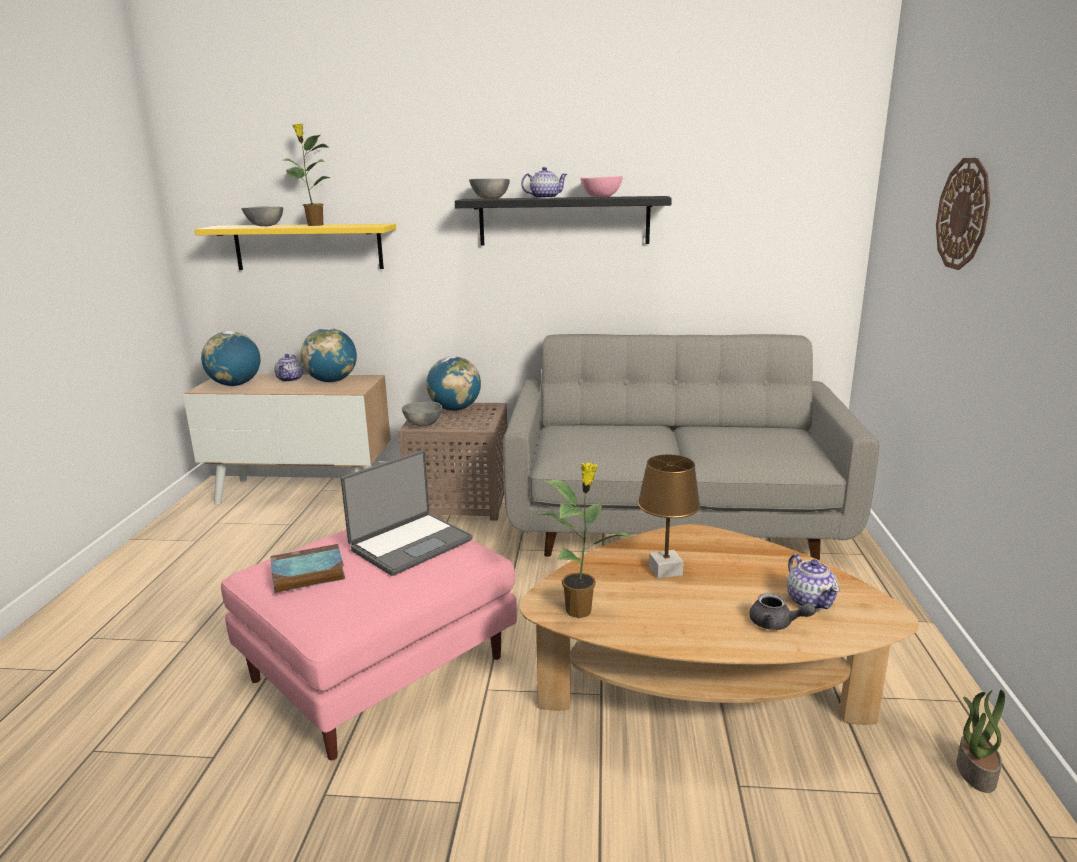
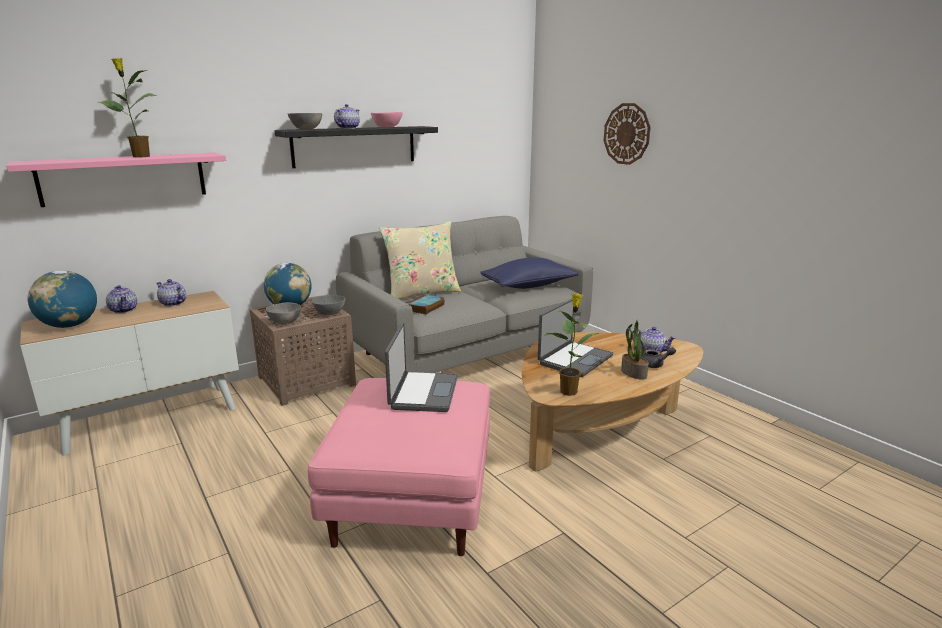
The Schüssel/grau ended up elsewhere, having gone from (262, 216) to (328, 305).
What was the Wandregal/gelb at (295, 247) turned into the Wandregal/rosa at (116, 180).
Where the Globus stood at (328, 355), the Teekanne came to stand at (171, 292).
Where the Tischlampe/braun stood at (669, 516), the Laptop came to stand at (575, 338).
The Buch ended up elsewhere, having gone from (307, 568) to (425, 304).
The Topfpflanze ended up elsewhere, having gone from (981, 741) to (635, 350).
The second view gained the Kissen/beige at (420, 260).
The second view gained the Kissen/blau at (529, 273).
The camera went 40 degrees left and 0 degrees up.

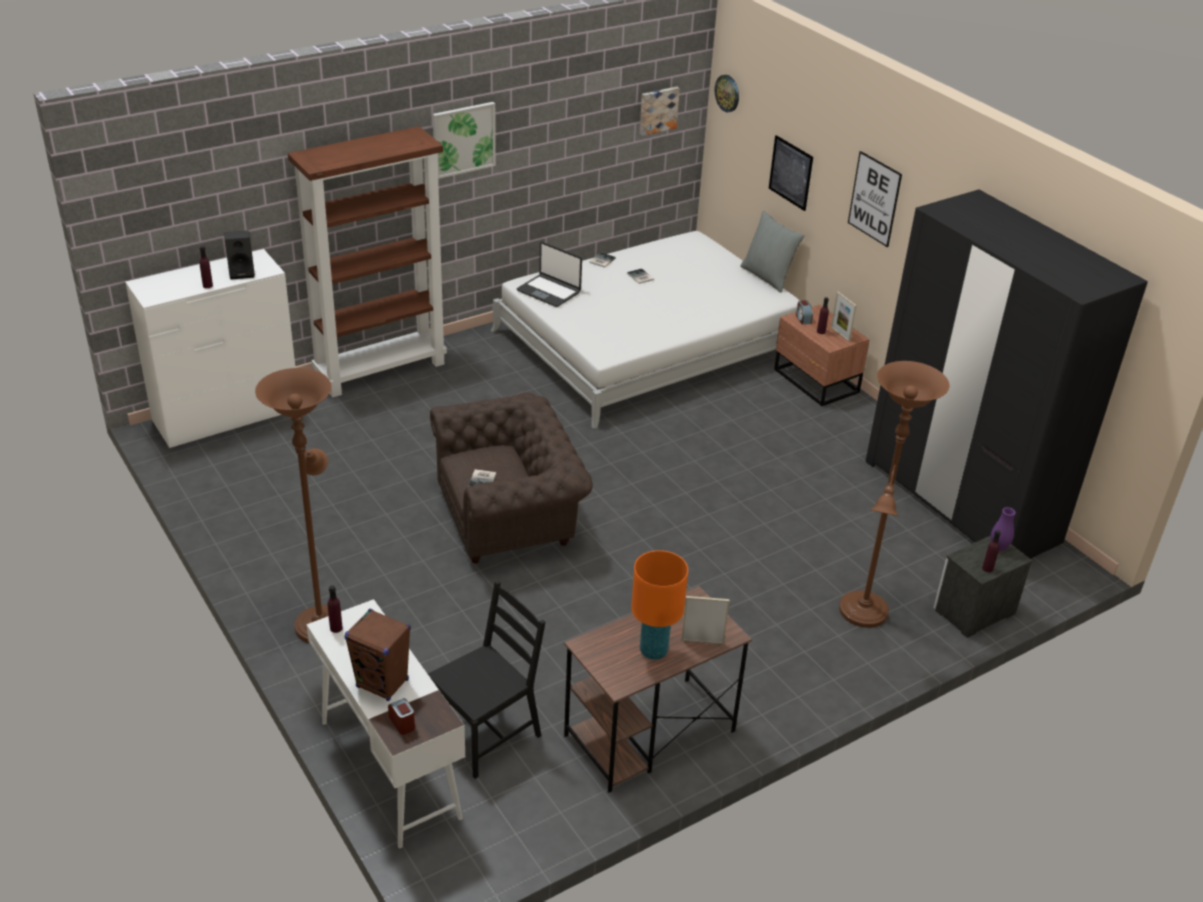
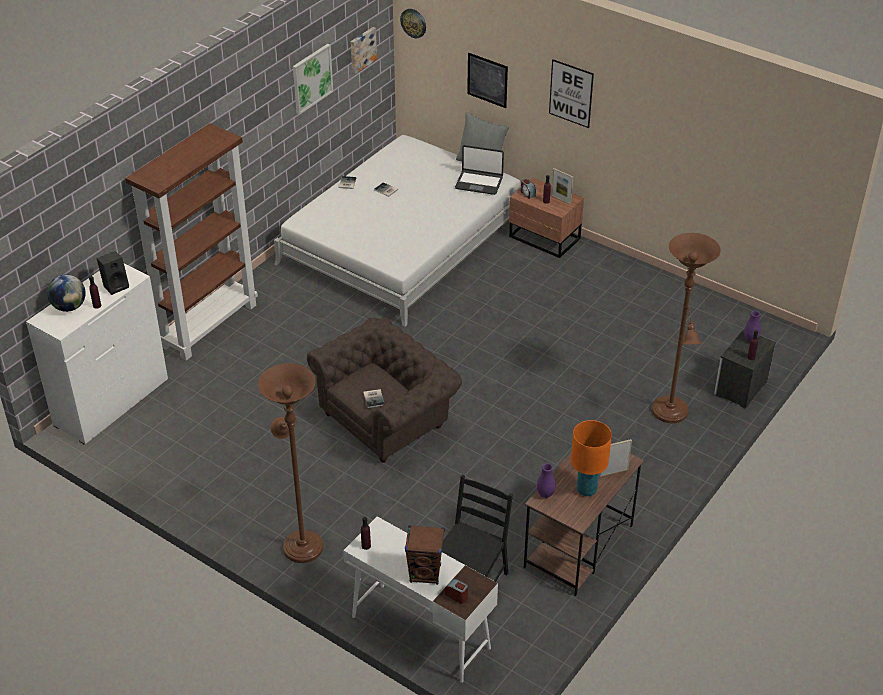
The Bild ended up elsewhere, having gone from (464, 140) to (313, 79).
The second view lost the Kleiderschrank/schwarz at (1007, 374).
The Laptop ended up elsewhere, having gone from (549, 274) to (479, 170).
The second view gained the Globus at (66, 293).
The second view gained the Vase/lila at (546, 480).
The camera went 20 degrees left and 5 degrees up.

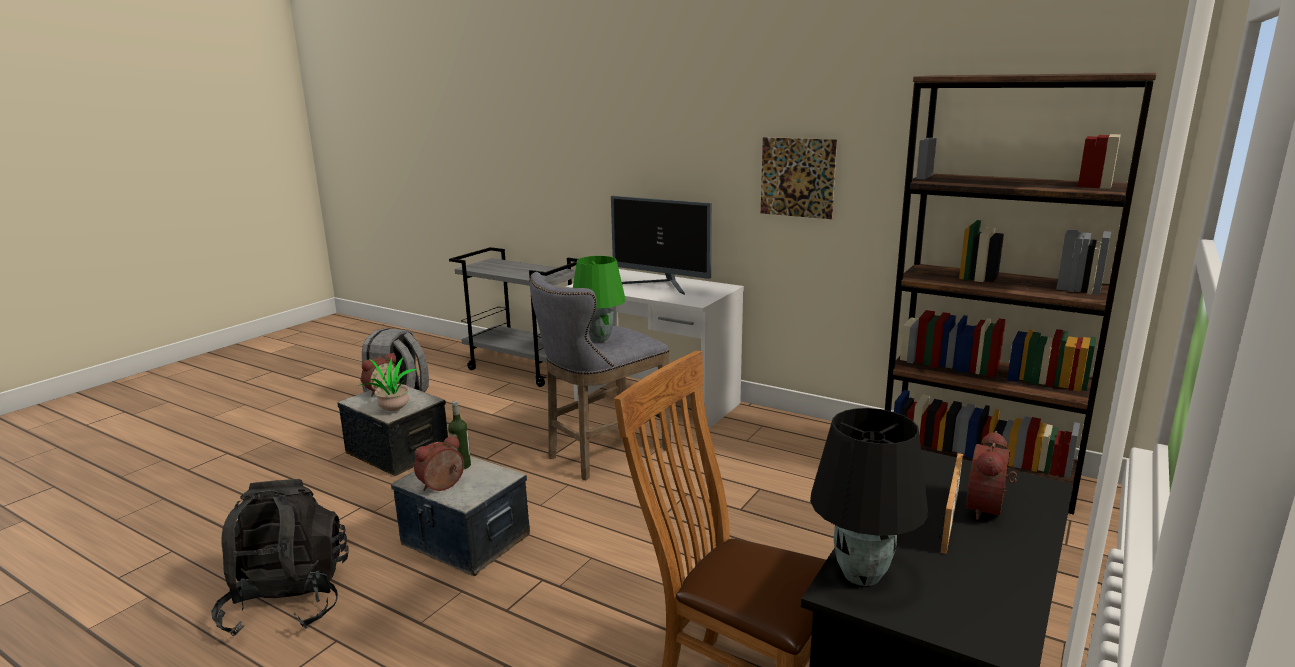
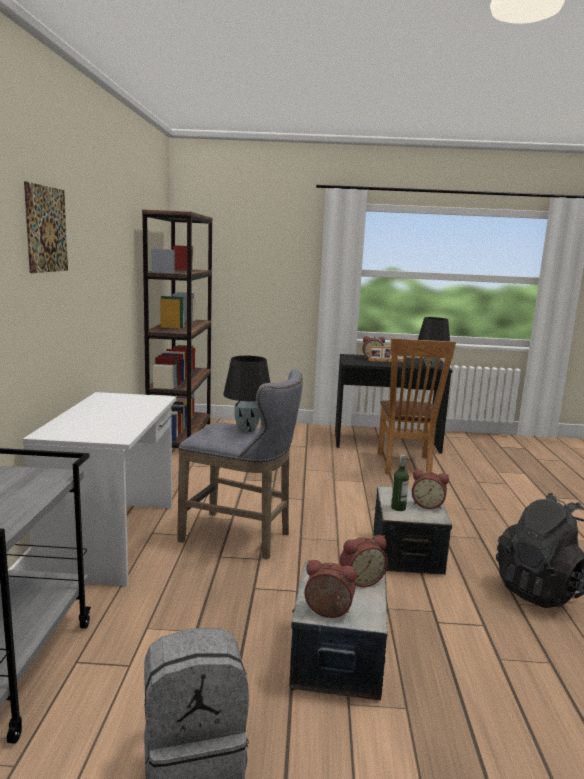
The Bild ended up elsewhere, having gone from (799, 178) to (46, 227).
The second view lost the Monitor at (661, 245).
What was the Tischlampe/grün at (599, 299) turned into the Tischlampe/schwarz at (246, 394).
Where the Topfpflanze stood at (388, 384), the Wecker came to stand at (364, 561).
The camera went 120 degrees left and 5 degrees down.

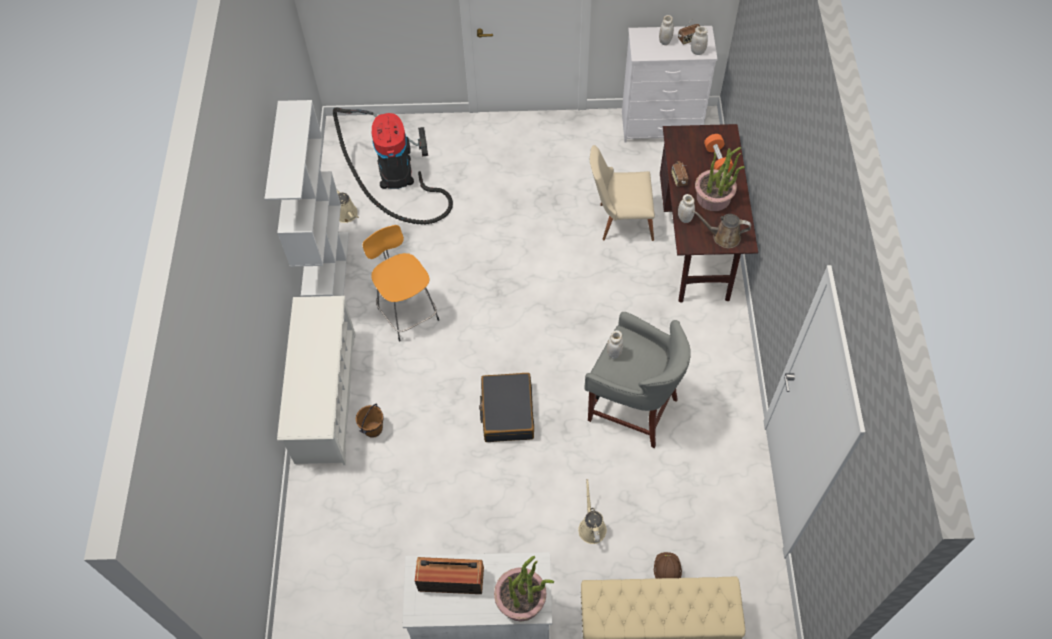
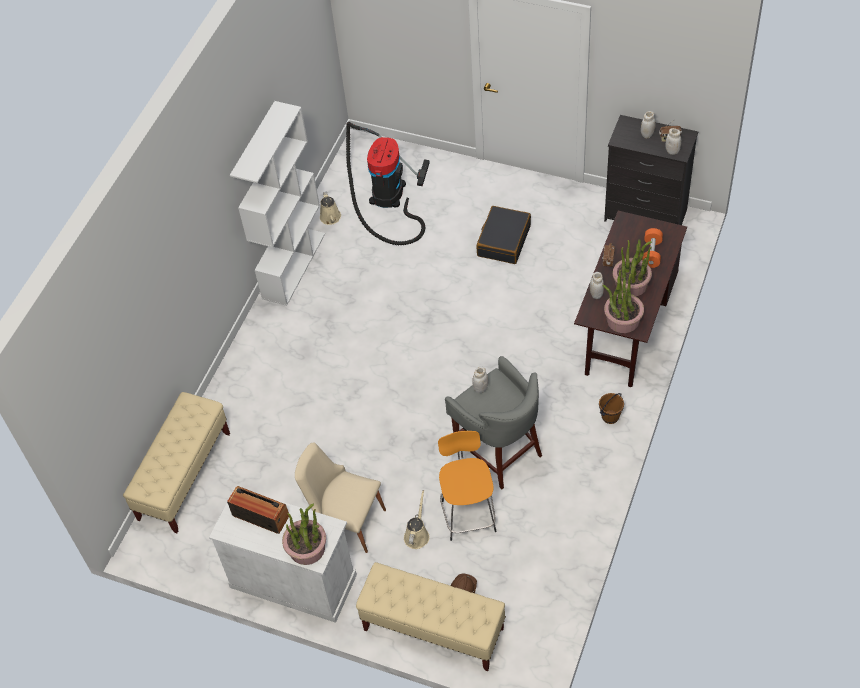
What was the Kommode/weiß at (669, 84) turned into the Kommode/schwarz at (651, 170).
The Stuhl/beige ended up elsewhere, having gone from (622, 193) to (340, 497).
Where the Gießkanne/braun stood at (721, 229), the Topfpflanze came to stand at (623, 301).
The Hocker/orange ended up elsewhere, having gone from (400, 283) to (467, 486).
The second view lost the Schuhregal/weiß at (316, 380).
The Koffer/schwarz ended up elsewhere, having gone from (506, 407) to (504, 235).
The Eimer/braun ended up elsewhere, having gone from (370, 421) to (611, 408).
The second view gained the Bank/beige at (176, 462).
The camera went 25 degrees right and 5 degrees down.

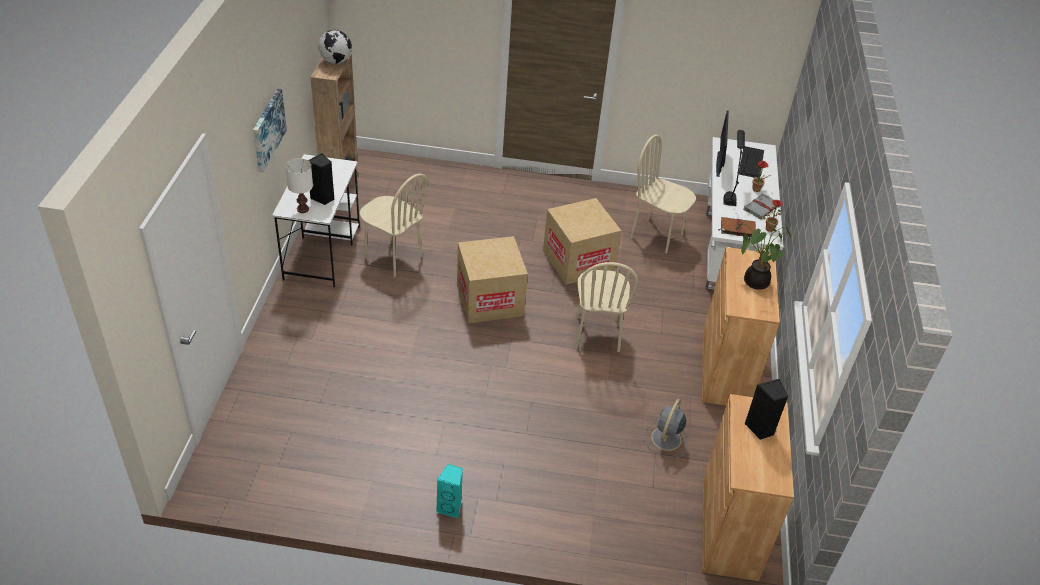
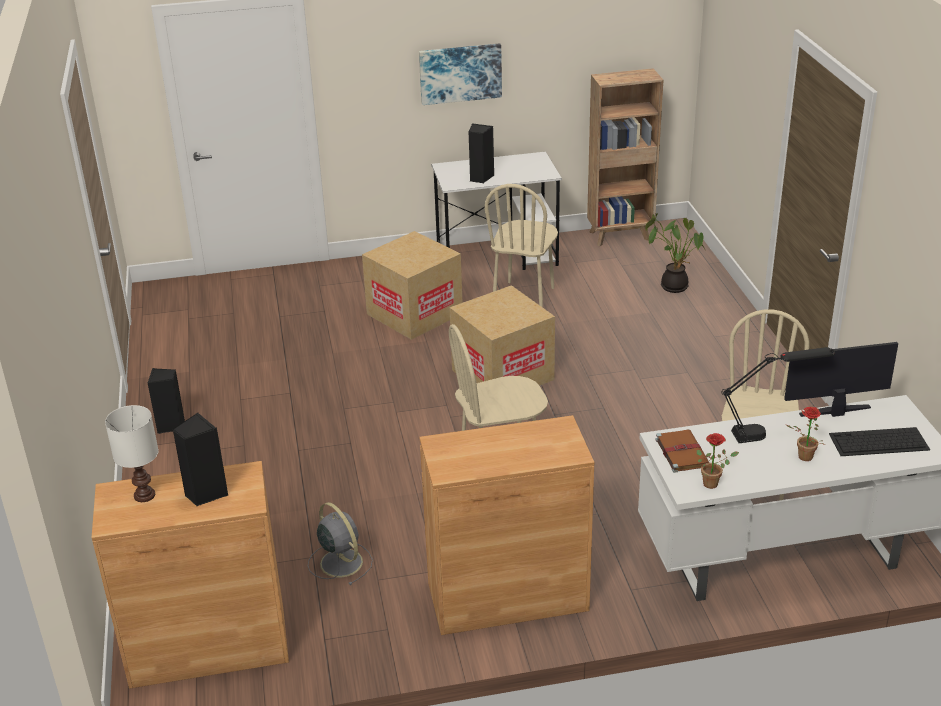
The second view lost the Globus at (335, 47).
The Tischlampe/weiß ended up elsewhere, having gone from (299, 185) to (132, 453).
The second view lost the Buch/grau at (759, 206).
The Karton ended up elsewhere, having gone from (582, 241) to (412, 285).
The Topfpflanze ended up elsewhere, having gone from (763, 255) to (675, 253).
The Ventilator/grau at (665, 428) ended up facing another way, 45 degrees clockwise from before.
What was the Lautsprecher/türkis at (450, 491) turned into the Lautsprecher/schwarz at (166, 401).
The camera went 75 degrees right and 10 degrees down.

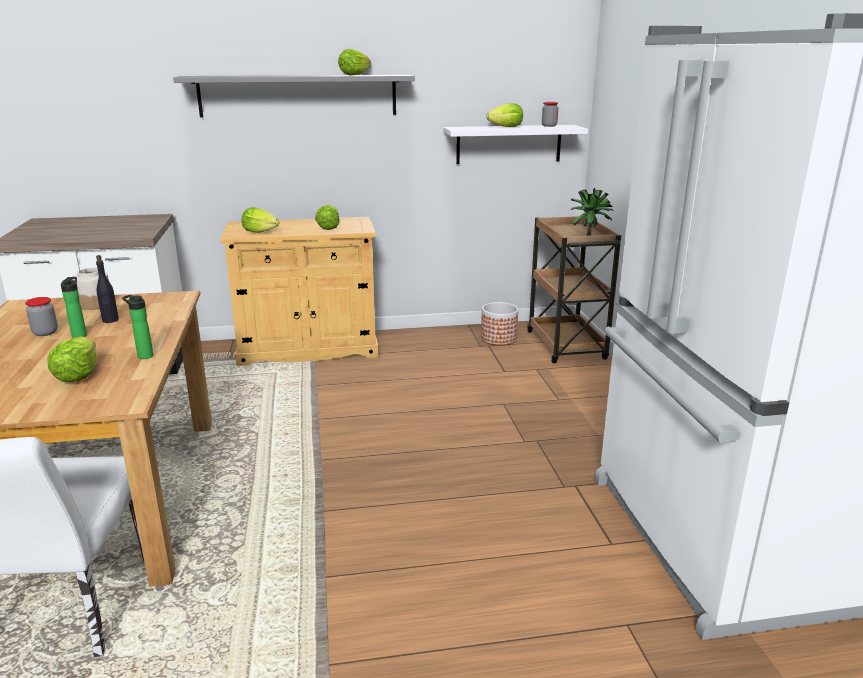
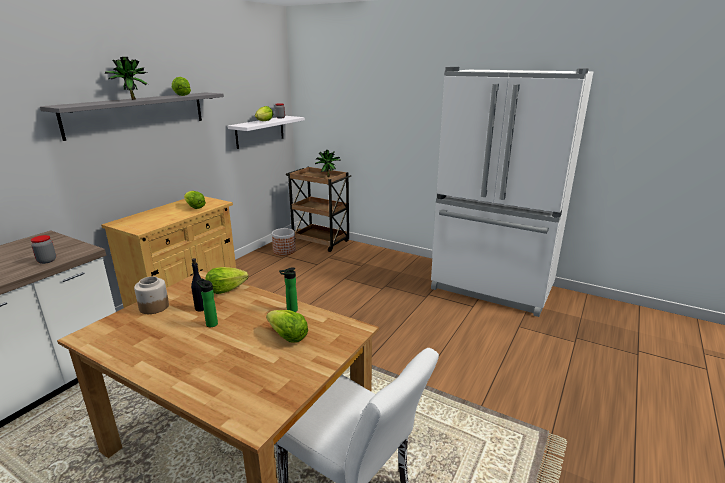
The Salatkopf ended up elsewhere, having gone from (260, 220) to (226, 280).
The Vorratsglas ended up elsewhere, having gone from (41, 316) to (43, 249).
The second view gained the Topfpflanze at (126, 78).
The camera went 50 degrees left and 0 degrees up.

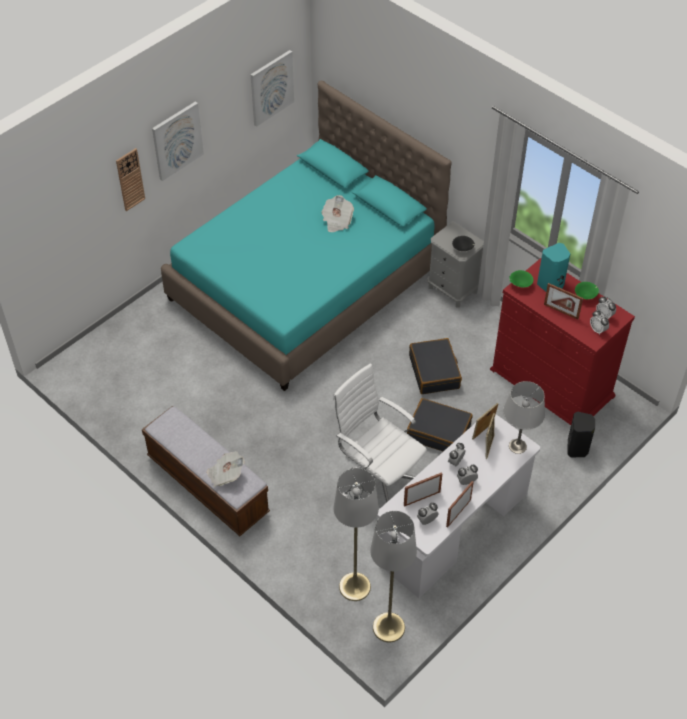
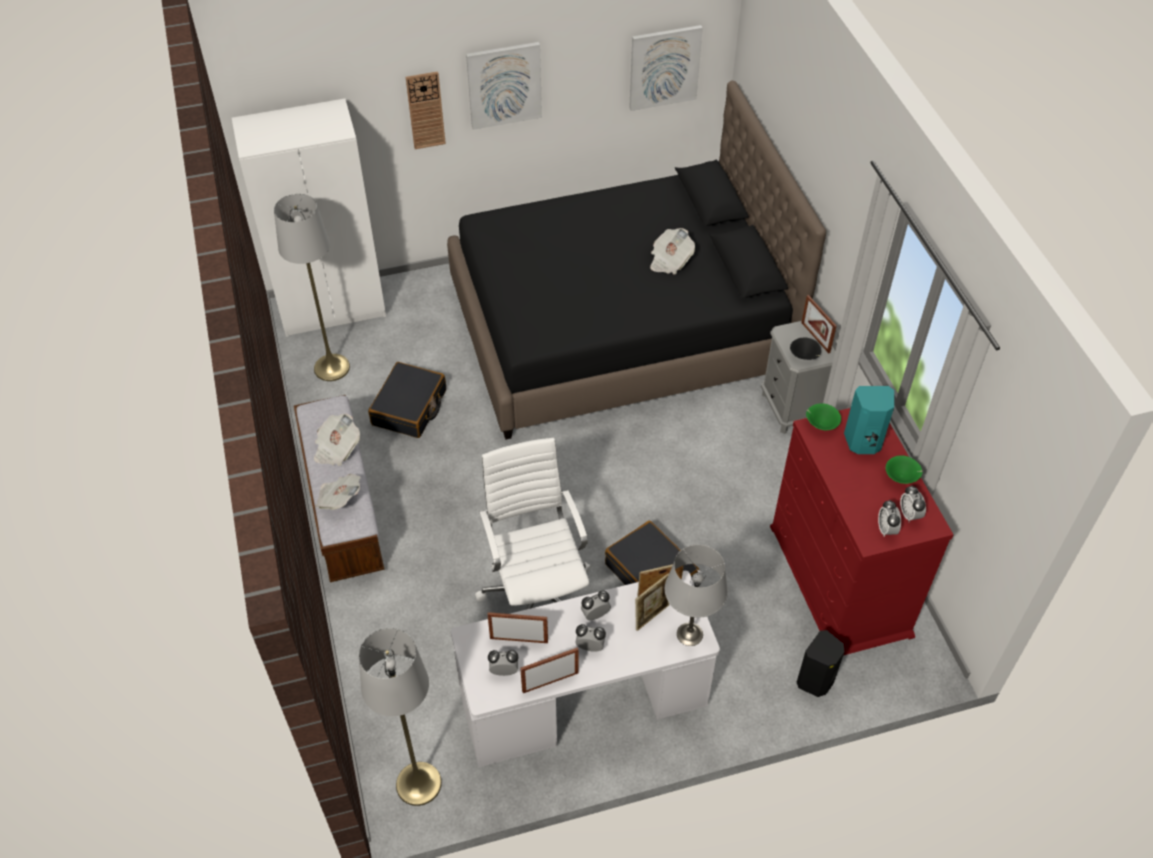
What was the Bett/türkis at (306, 236) turned into the Bett/schwarz at (636, 260).
The Bilderrahmen ended up elsewhere, having gone from (563, 301) to (819, 324).
The Koffer/schwarz ended up elsewhere, having gone from (435, 366) to (407, 400).
The Stehlampe/grau ended up elsewhere, having gone from (356, 534) to (312, 287).
The second view gained the Kleiderschrank/weiß at (309, 218).
The second view gained the Zeitung at (337, 440).
The camera went 30 degrees right and 0 degrees up.

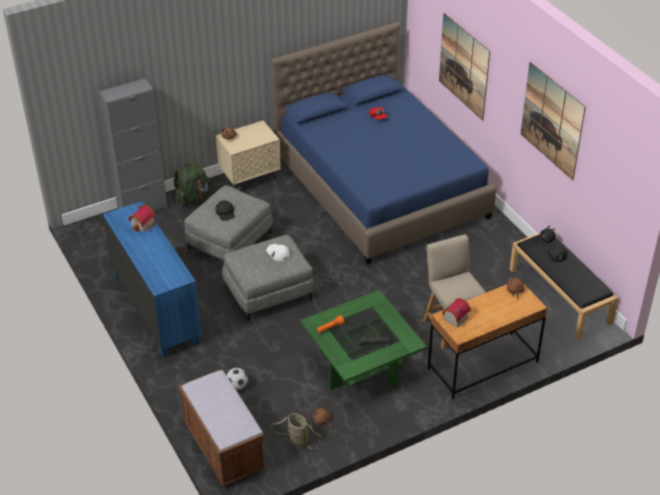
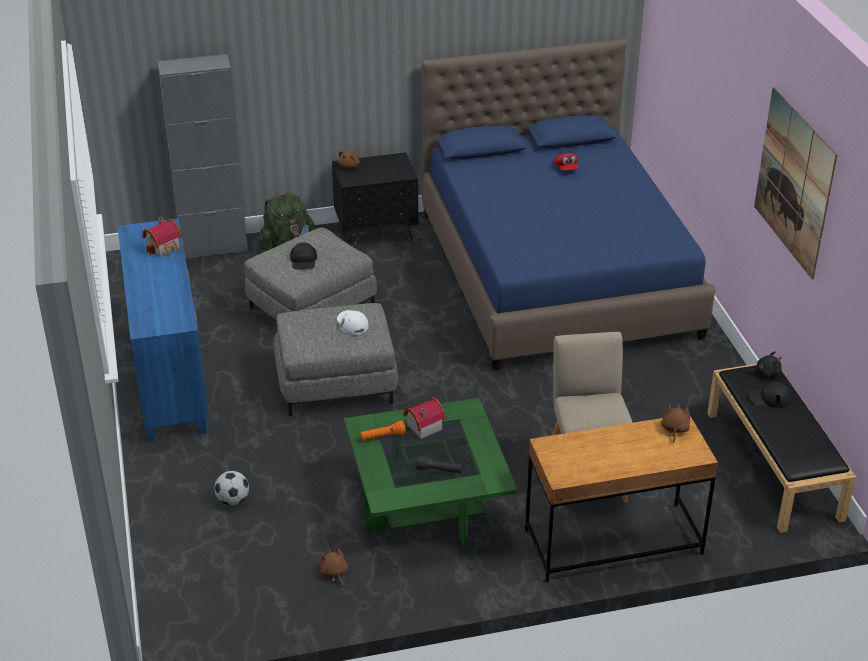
The second view lost the Bild at (464, 67).
What was the Nachttisch/beige at (248, 155) turned into the Nachttisch/schwarz at (375, 200).
The Spielzeughaus ended up elsewhere, having gone from (456, 312) to (424, 418).
The second view lost the Bank/braun at (222, 427).
The second view lost the Korb at (296, 431).
The camera went 15 degrees right and 5 degrees down.

